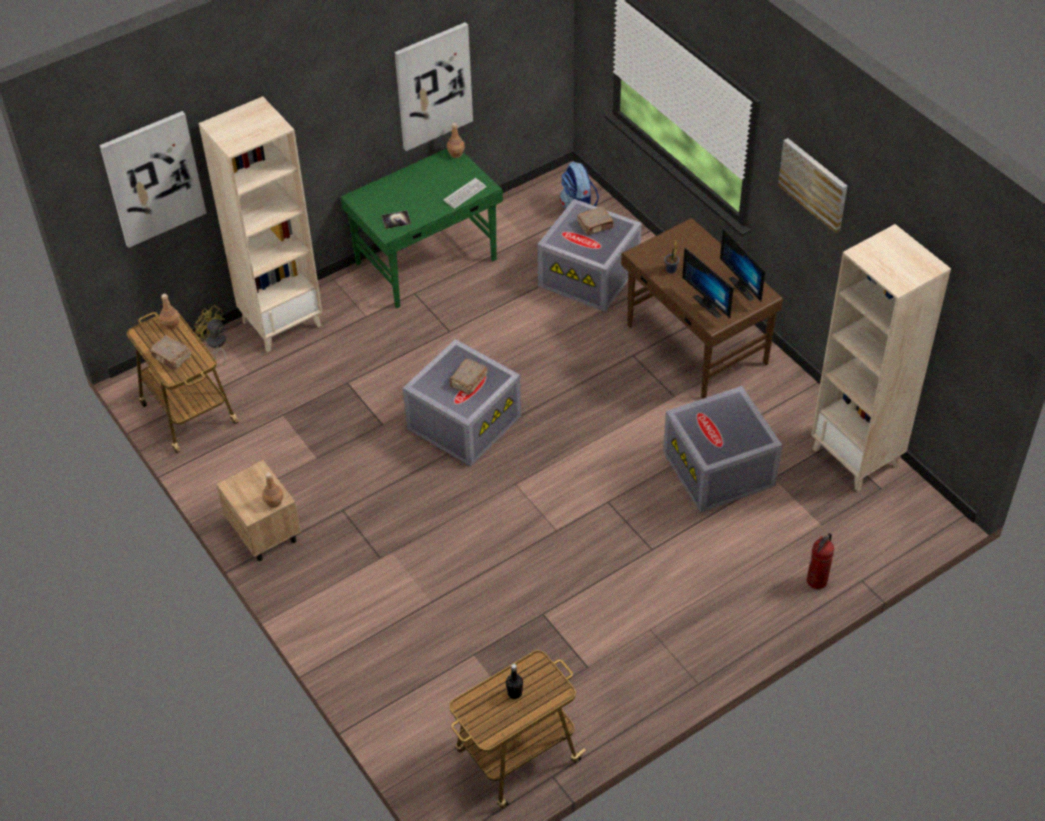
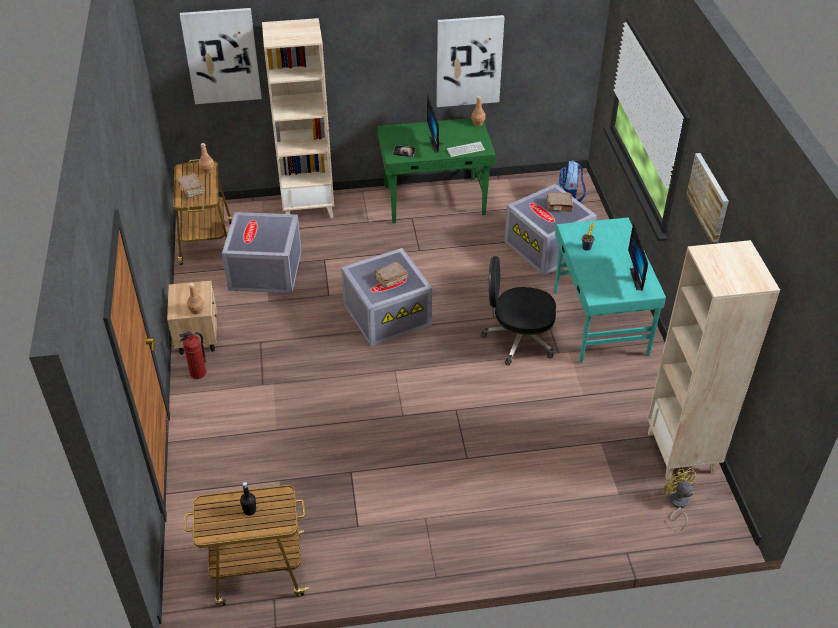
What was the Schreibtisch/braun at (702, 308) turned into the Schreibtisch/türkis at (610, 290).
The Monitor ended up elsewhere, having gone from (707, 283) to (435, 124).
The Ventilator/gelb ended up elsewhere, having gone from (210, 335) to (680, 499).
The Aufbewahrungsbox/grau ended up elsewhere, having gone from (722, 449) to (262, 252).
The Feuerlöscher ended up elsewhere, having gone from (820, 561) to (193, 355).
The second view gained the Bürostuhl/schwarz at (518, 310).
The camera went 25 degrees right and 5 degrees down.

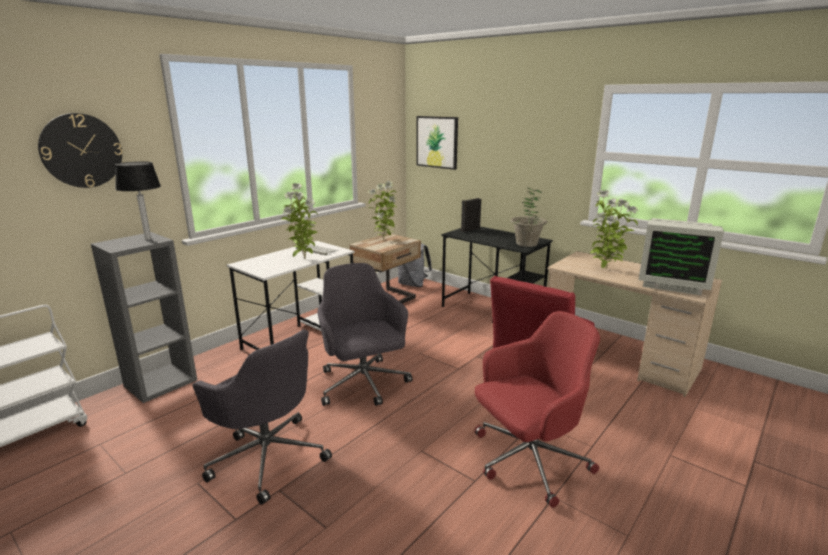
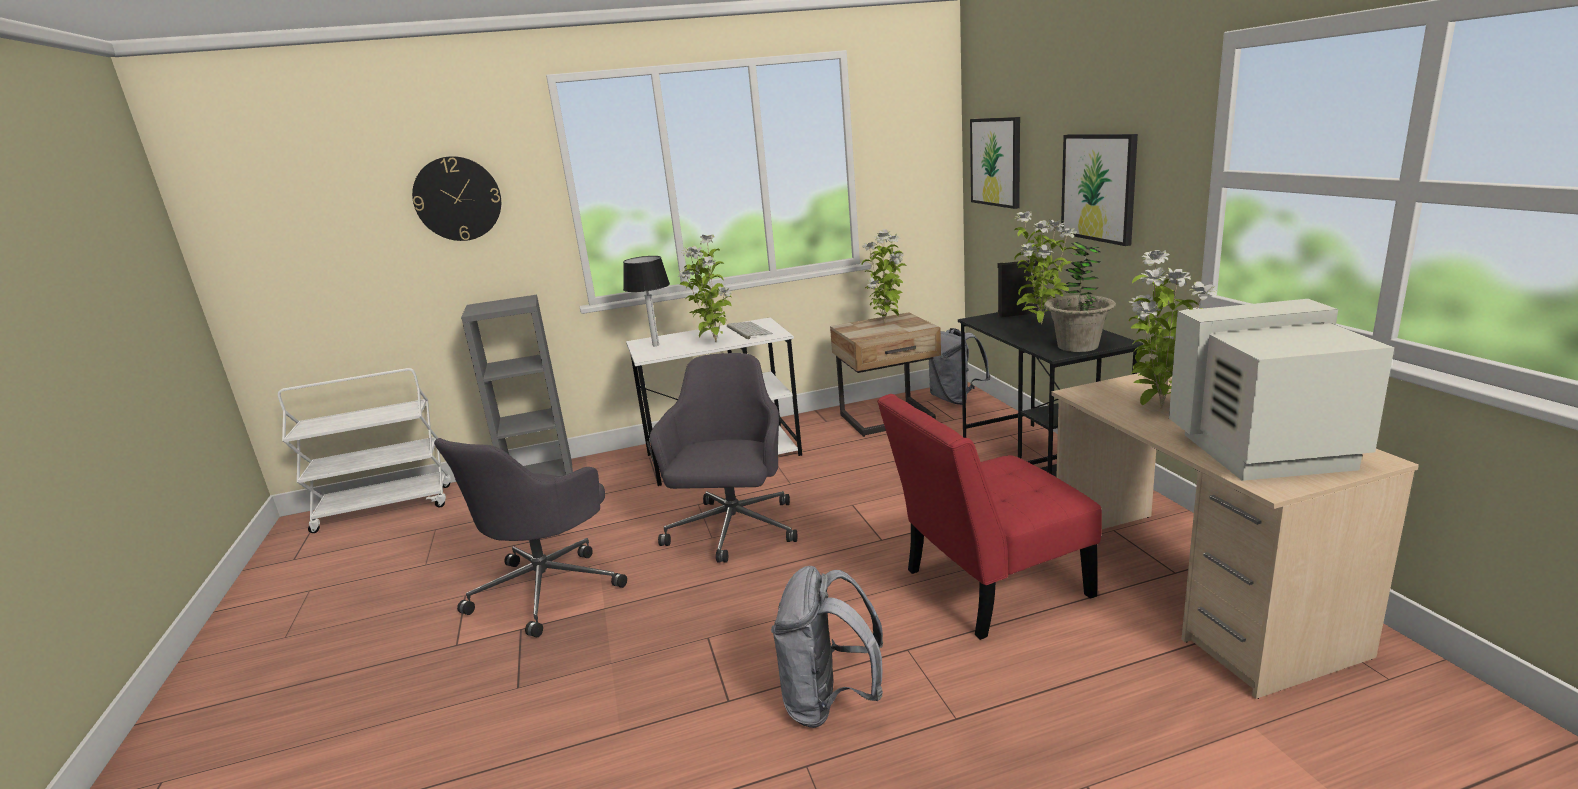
The Tischlampe ended up elsewhere, having gone from (138, 201) to (646, 301).
The Monitor at (681, 256) ended up facing another way, 120 degrees clockwise from before.
Where the Bürostuhl/rot stood at (537, 409), the Rucksack/grau came to stand at (827, 647).
The Bürostuhl/grau at (262, 417) ended up facing another way, 45 degrees clockwise from before.
The second view gained the Bild at (1099, 190).
The second view gained the Topfpflanze at (1045, 267).
The camera went 35 degrees right and 0 degrees up.

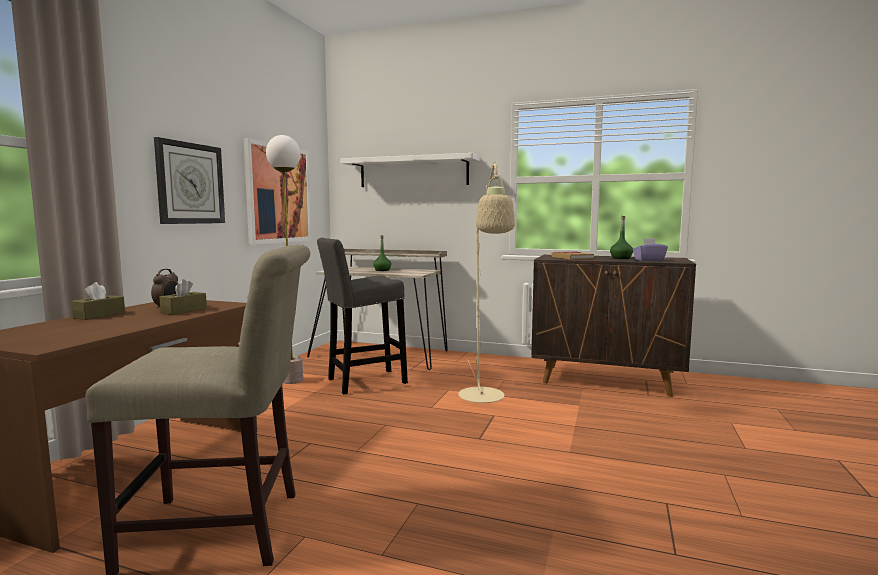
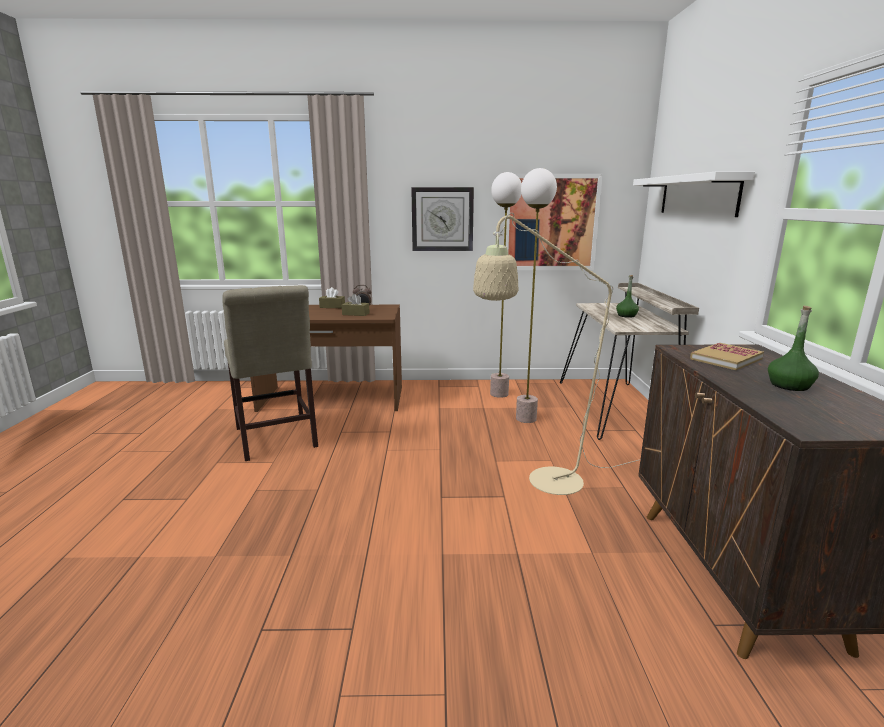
Where the Hocker/grau stood at (362, 316), the Stehlampe came to stand at (536, 295).
The second view lost the Taschentuchbox/lila at (650, 249).
The camera went 70 degrees right and 10 degrees up.

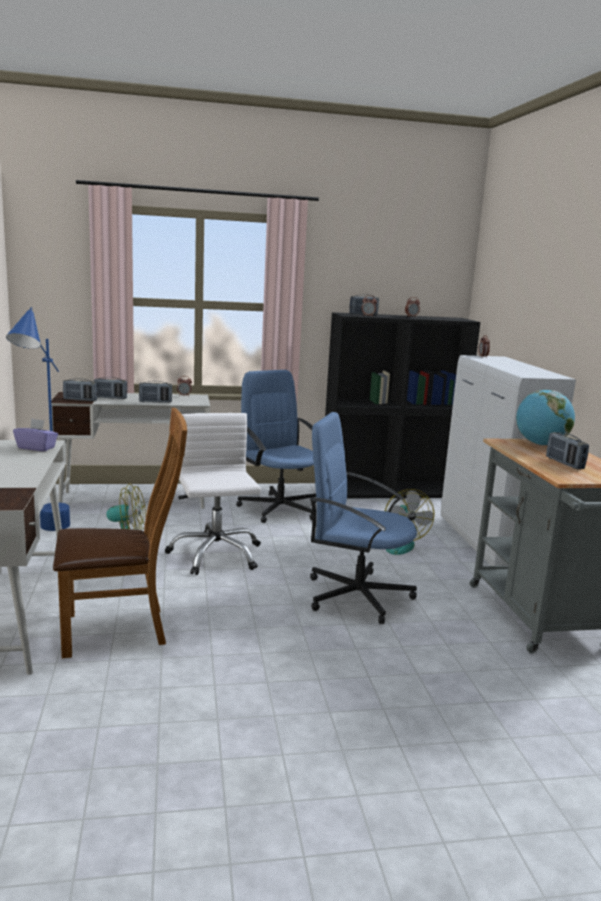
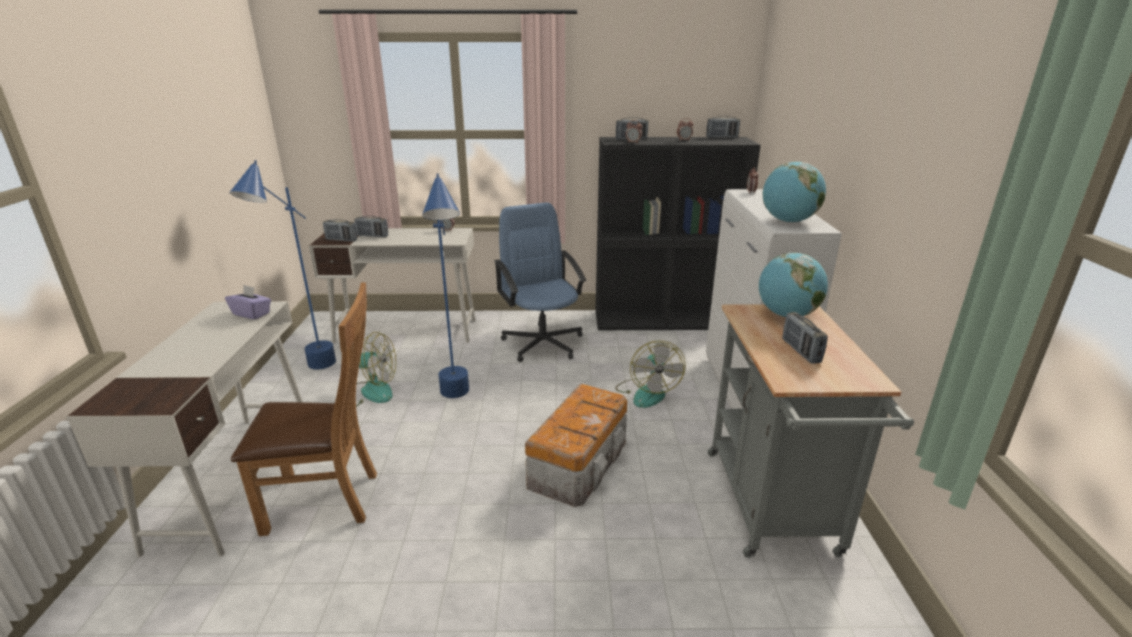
The Radio ended up elsewhere, having gone from (155, 392) to (723, 127).
Where the Bürostuhl/blau stood at (363, 518), the Aufbewahrungsbox came to stand at (576, 445).
Where the Bürostuhl/weiß stood at (213, 494), the Stehlampe/blau came to stand at (445, 285).
The second view gained the Globus at (794, 192).
The camera went 10 degrees right and 10 degrees up.

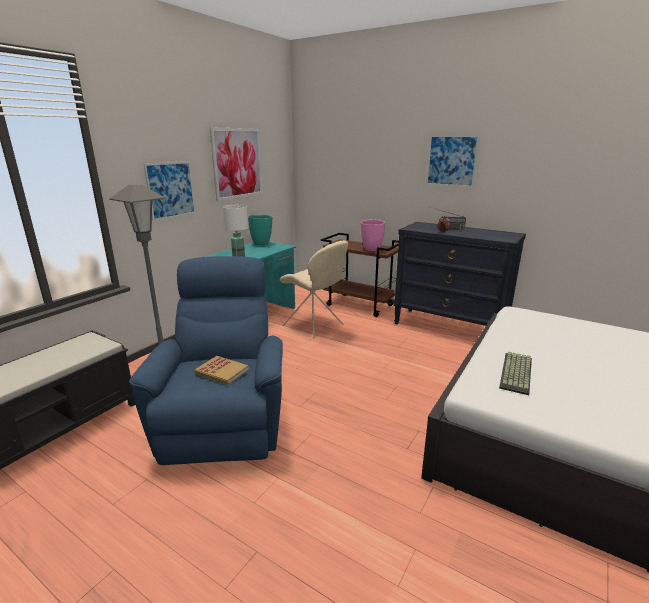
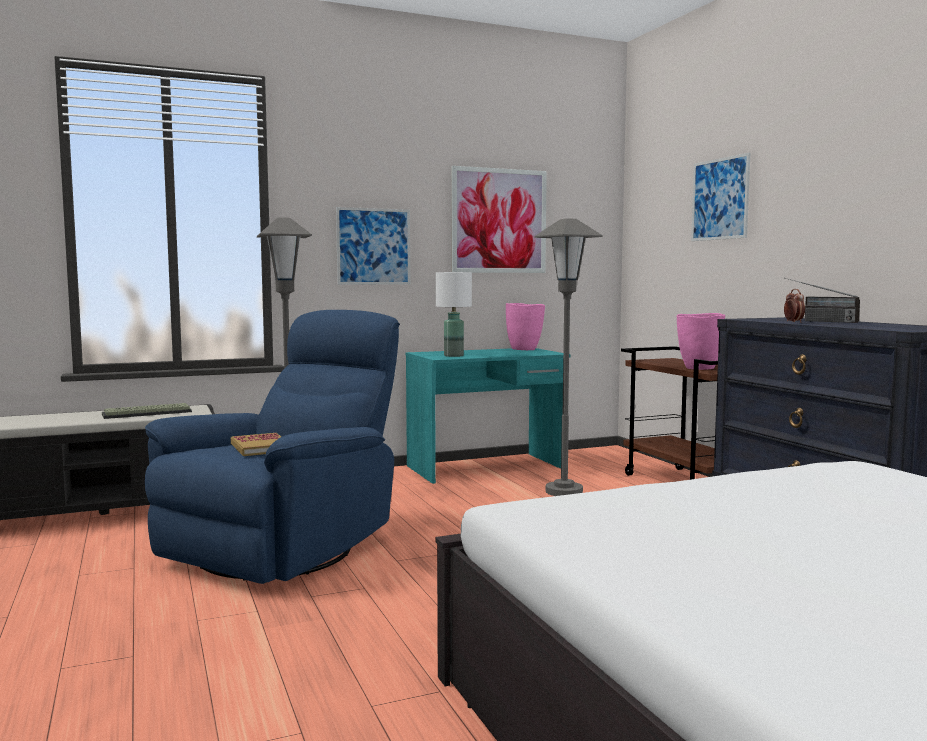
The Bild ended up elsewhere, having gone from (453, 161) to (720, 197).
What was the Vase/türkis at (260, 230) turned into the Vase/rosa at (525, 326).
Where the Stuhl/beige stood at (314, 289), the Stehlampe/grau came to stand at (568, 357).
The Tastatur ended up elsewhere, having gone from (515, 373) to (147, 411).
The camera went 35 degrees right and 15 degrees down.

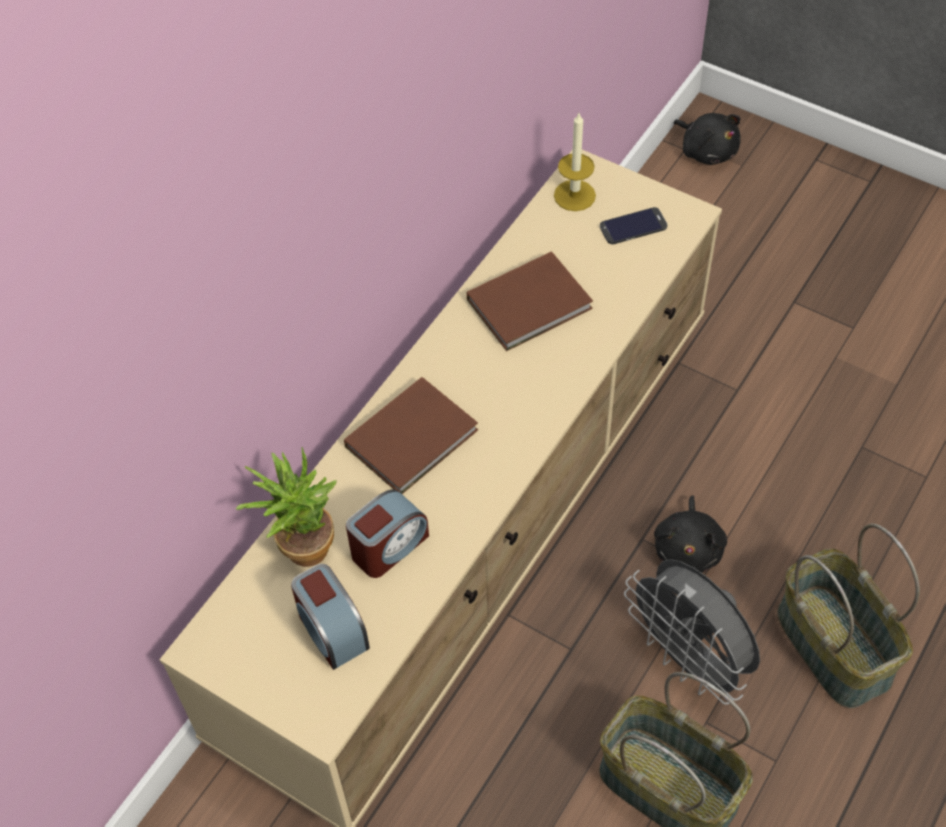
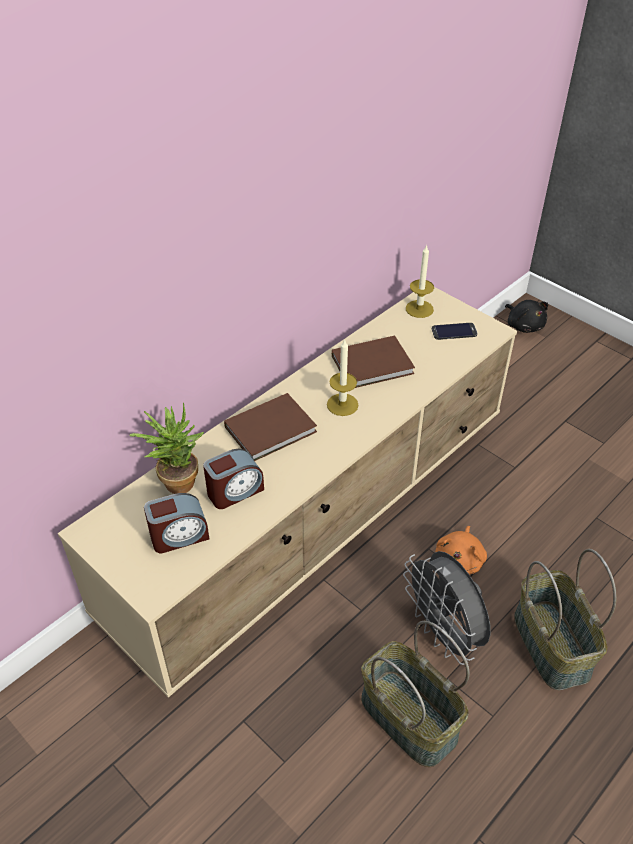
What was the Plüschtier/schwarz at (690, 534) turned into the Plüschtier/orange at (461, 550).
The Wecker at (330, 617) ended up facing another way, 90 degrees counterclockwise from before.
The second view gained the Kerze at (342, 377).
The camera went 10 degrees right and 10 degrees down.

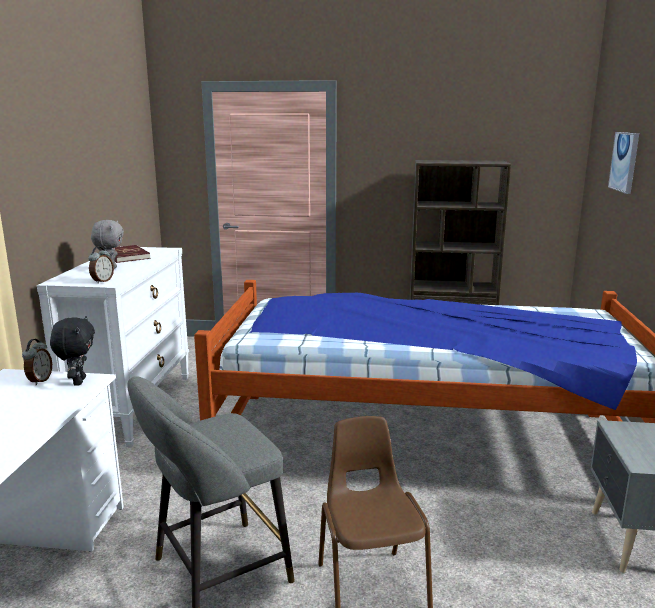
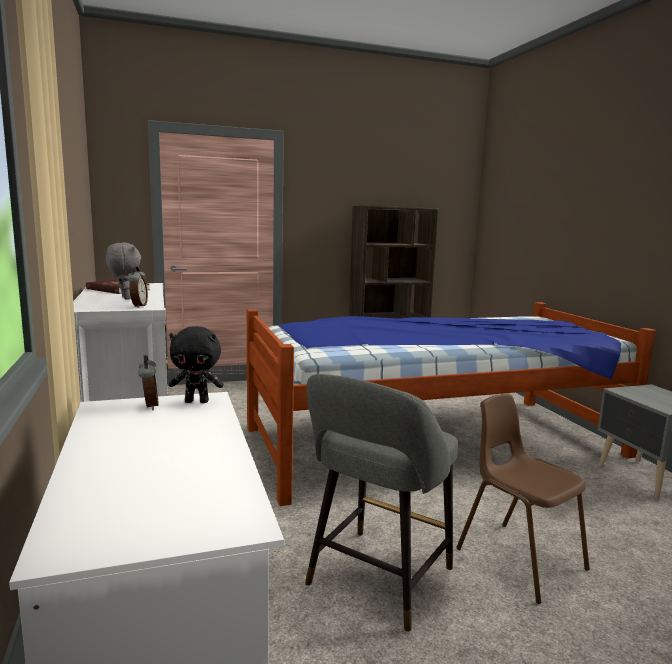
The second view lost the Bild at (623, 163).
The Plüschtier/schwarz at (72, 351) ended up facing another way, 120 degrees clockwise from before.
The camera went 25 degrees left and 5 degrees down.

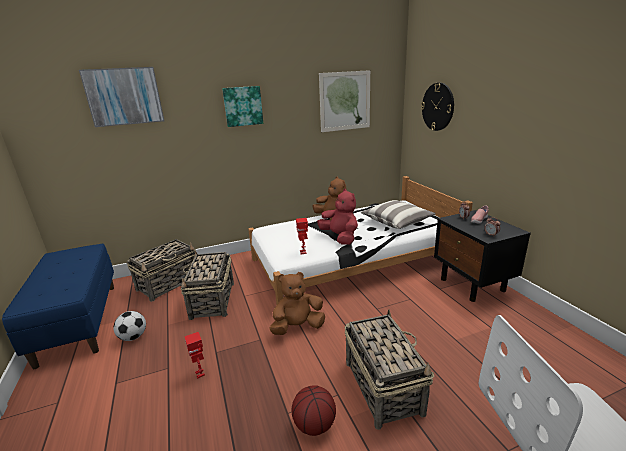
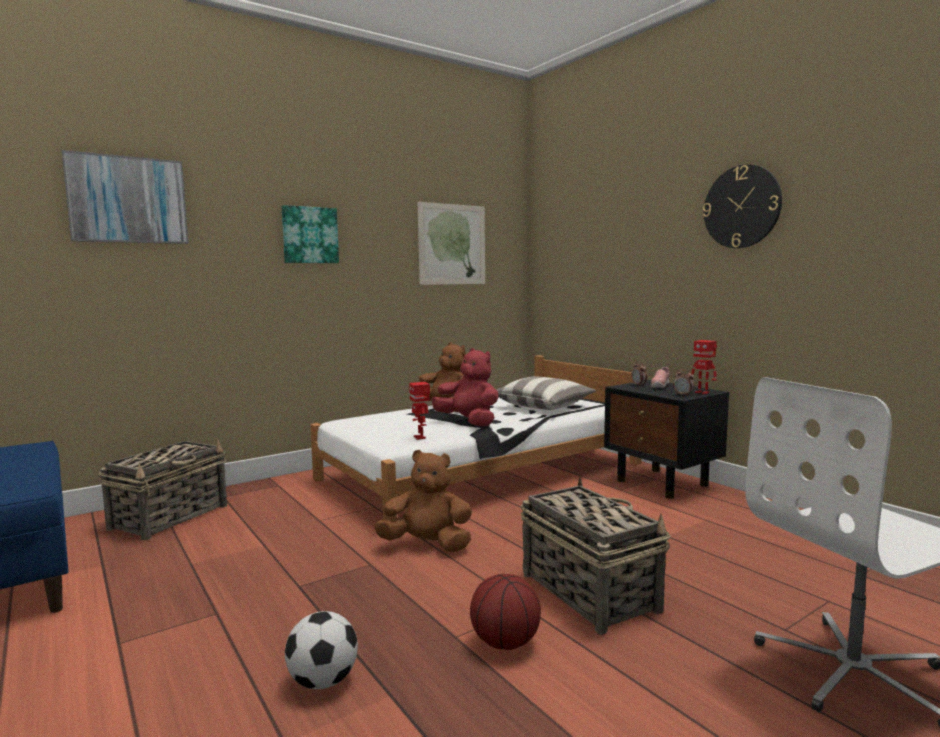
The Wanduhr ended up elsewhere, having gone from (437, 107) to (742, 206).
The second view lost the Korb at (207, 285).
The Plüschtier/braun at (297, 303) ended up facing another way, 45 degrees clockwise from before.
The Fußball ended up elsewhere, having gone from (129, 326) to (321, 650).
The Spielzeugroboter ended up elsewhere, having gone from (195, 355) to (704, 367).
The camera went 15 degrees left and 15 degrees down.

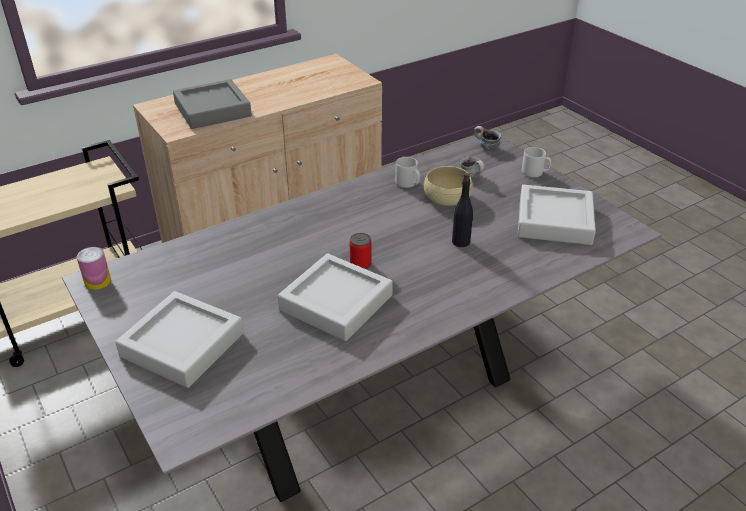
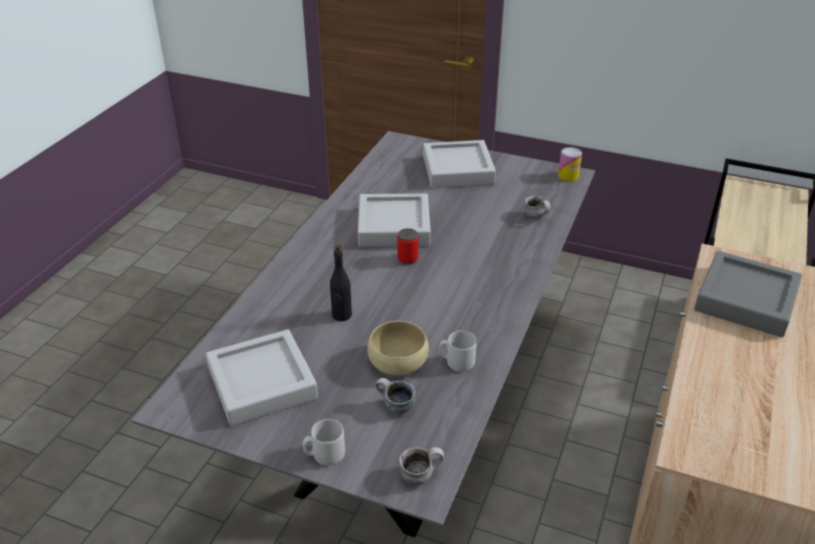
The second view gained the Henkelbecher at (537, 207).
The camera went 145 degrees right and 0 degrees up.

